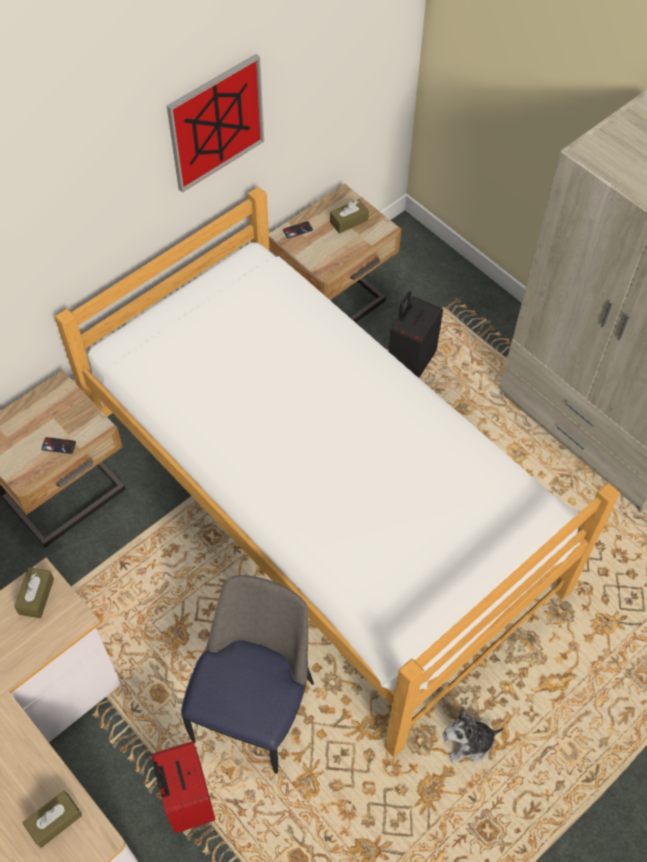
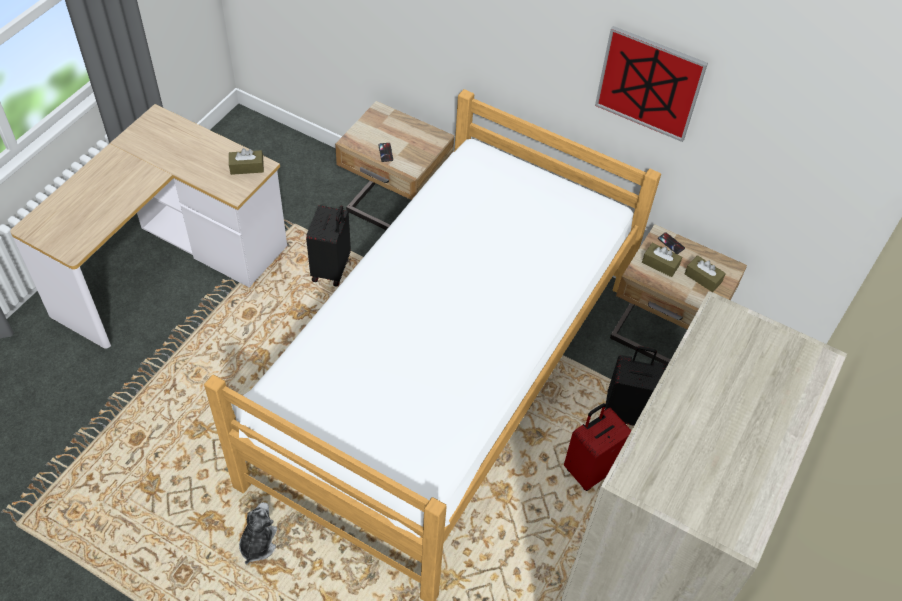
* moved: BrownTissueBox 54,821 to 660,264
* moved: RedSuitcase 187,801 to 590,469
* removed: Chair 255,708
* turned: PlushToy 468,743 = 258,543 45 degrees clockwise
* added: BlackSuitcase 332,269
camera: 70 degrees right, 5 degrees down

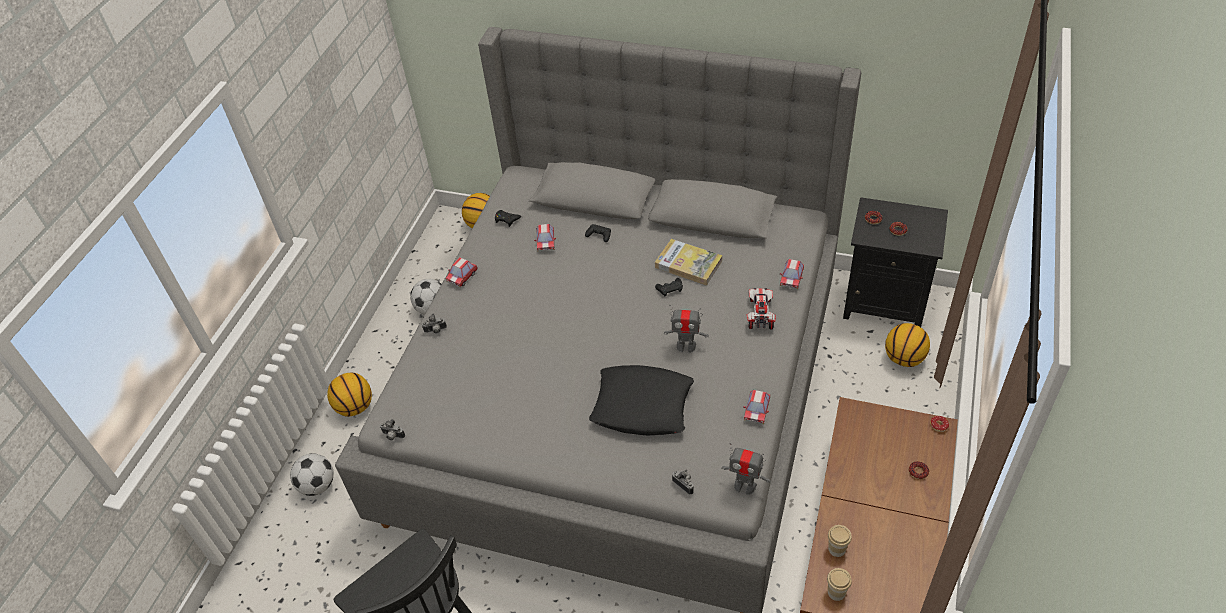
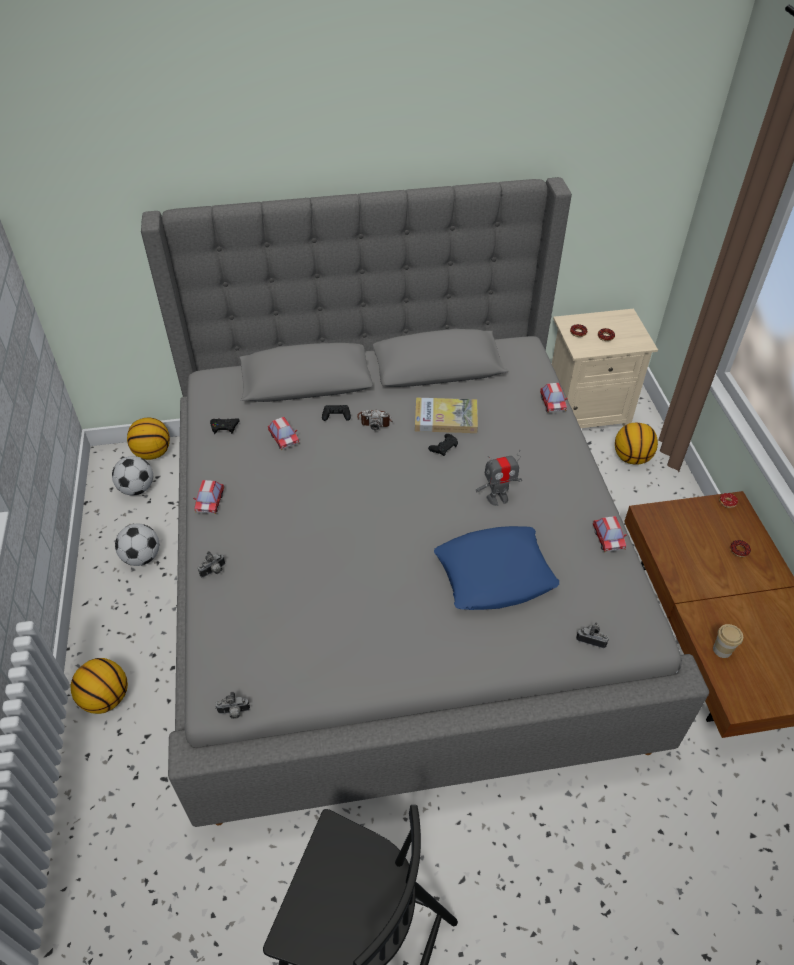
* moved: Football 317,485 to 137,488
* recoloured: BlackPillow 642,406 to BluePillow 495,574
* removed: ToyRobot 745,485
* removed: ToyCar 760,314
* removed: Cup 836,592
* recoloured: BlackNightstand 884,303 to BeigeNightstand 585,414
* added: PhotoCamera 375,420
camera: 30 degrees left, 0 degrees up

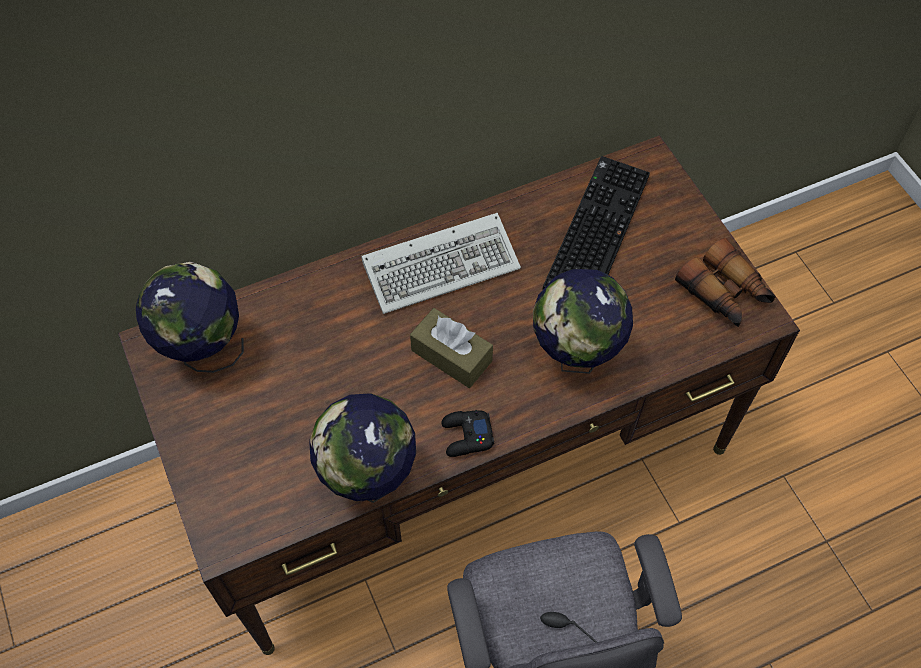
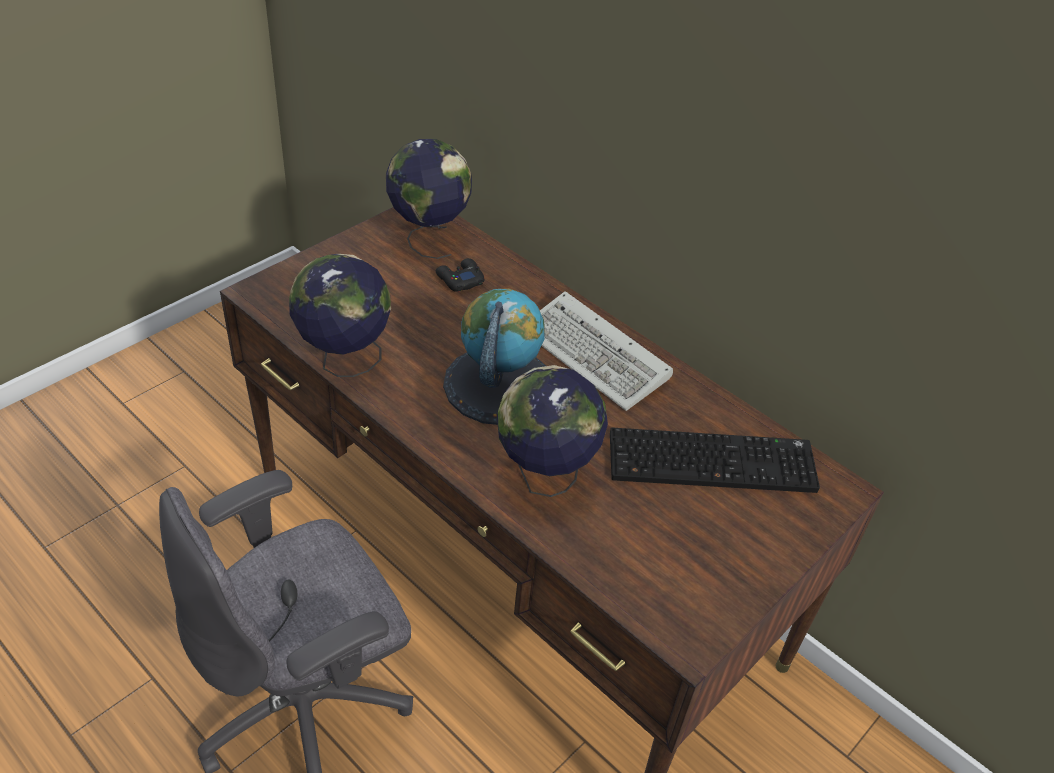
* replaced: BrownTissueBox 451,355 to Globe 498,384
* moved: BlackGameController 466,436 to 459,279
* removed: Binoculars 725,294
camera: 65 degrees right, 15 degrees down

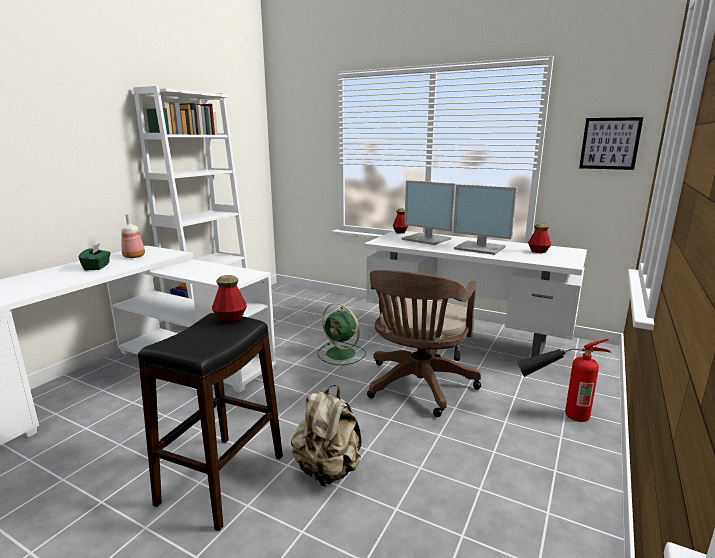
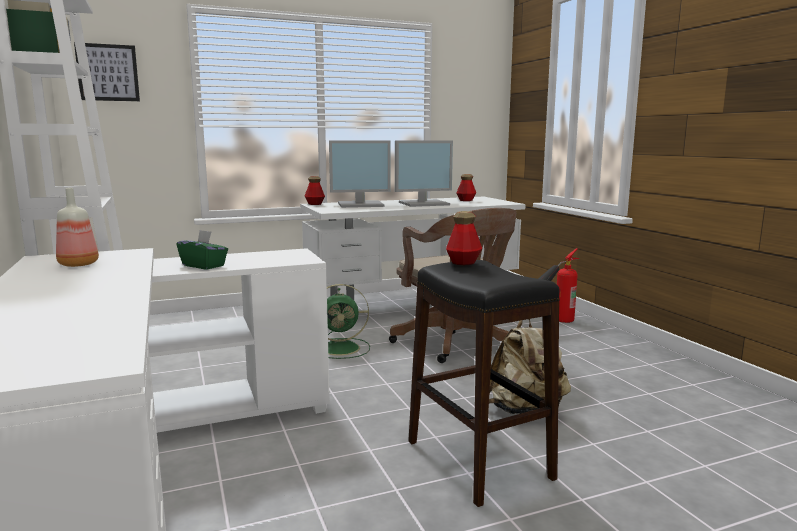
* moved: GreenTissueBox 97,267 to 204,266
* moved: Picture 610,143 to 108,72
camera: 50 degrees left, 5 degrees down

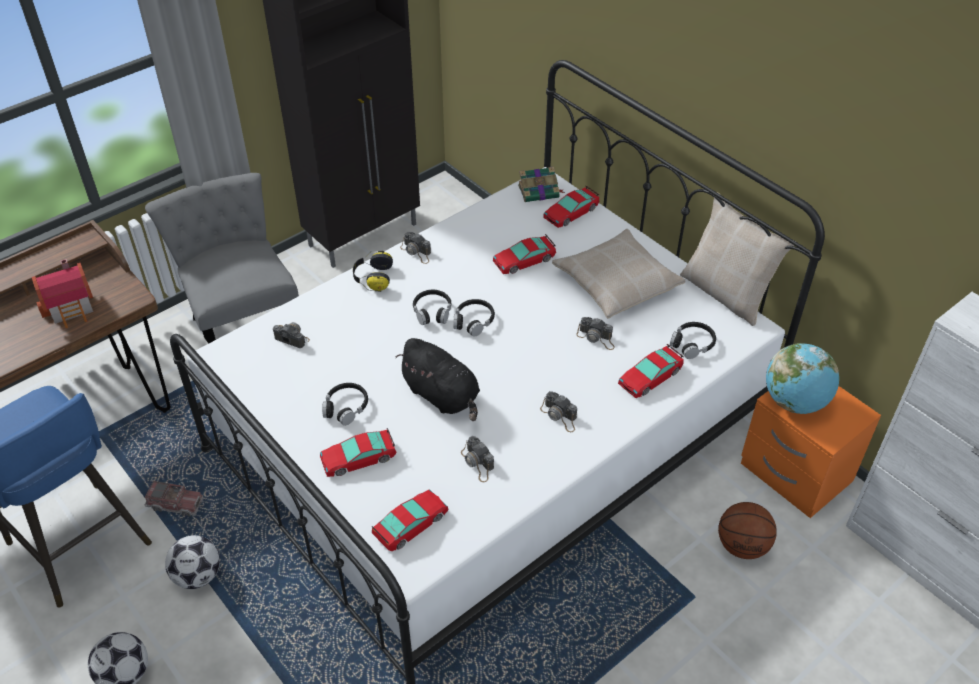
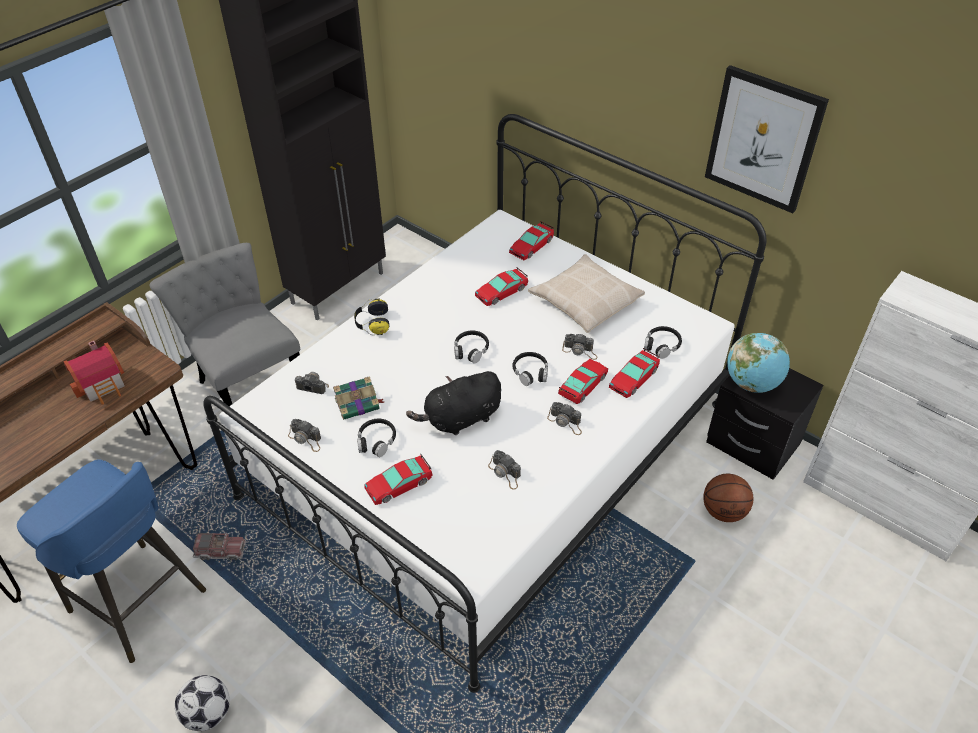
* removed: Football 198,576
* moved: ToyCar 411,525 to 583,385
* turned: BlackPlushToy 443,396 = 460,419 120 degrees clockwise
* moved: PhotoCamera 416,252 to 306,439
* moved: BlackHeadphones 432,312 to 530,372
* moved: Book 539,191 to 358,404
* removed: BeigePillow 726,293
* recoloured: OrangeNightstand 794,474 to BlackNightstand 751,444
* added: Picture 763,139
camera: 10 degrees left, 0 degrees up

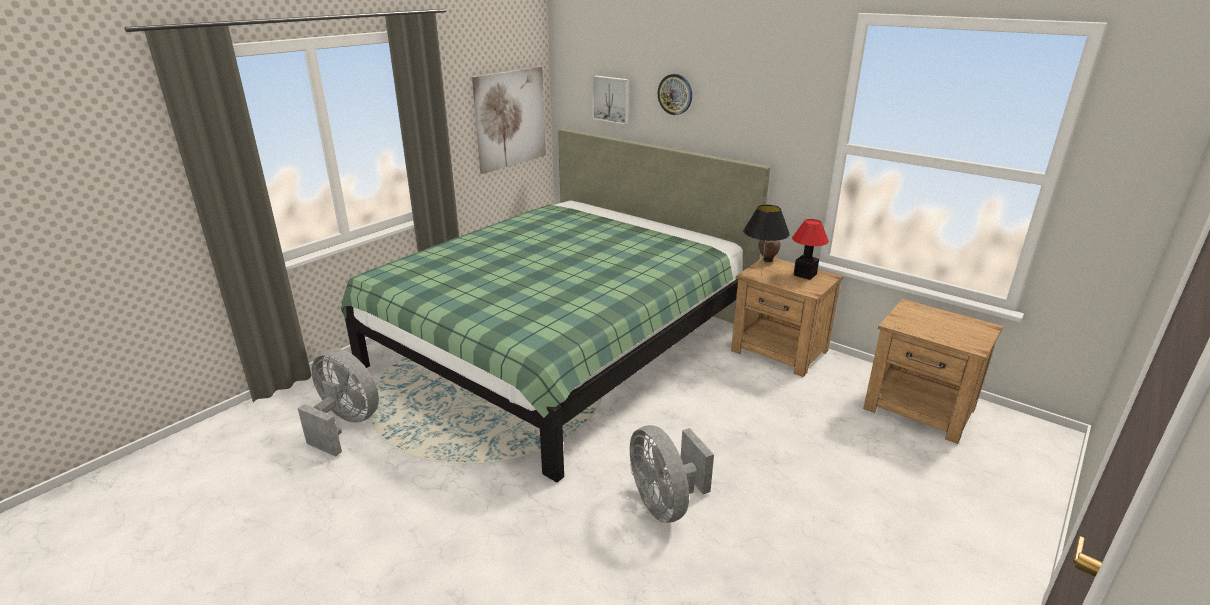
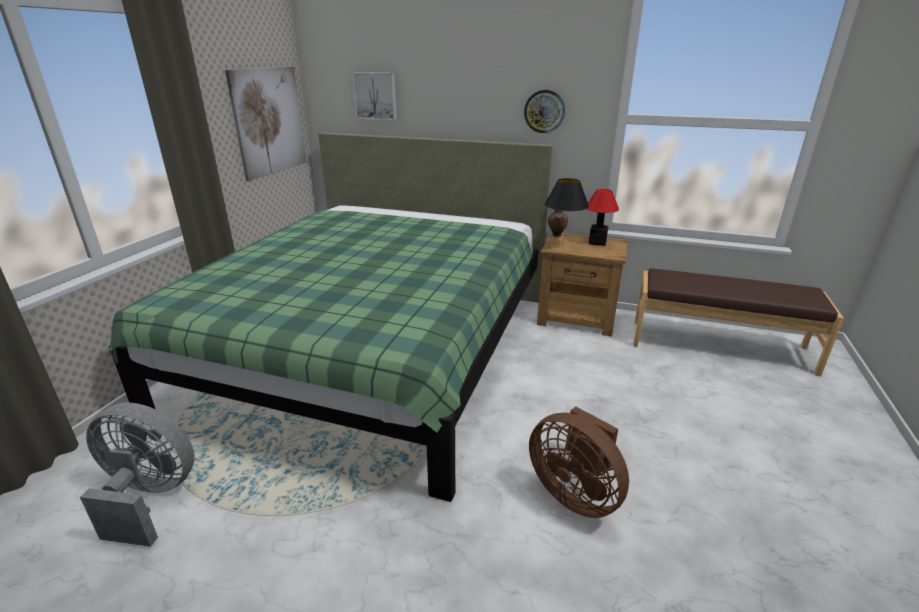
* recoloured: GreyFan 665,503 to BrownFan 575,493
* moved: WallClock 675,94 to 544,111
* replaced: BrownNightstand 920,410 to BrownBench 719,346
camera: 20 degrees left, 0 degrees up

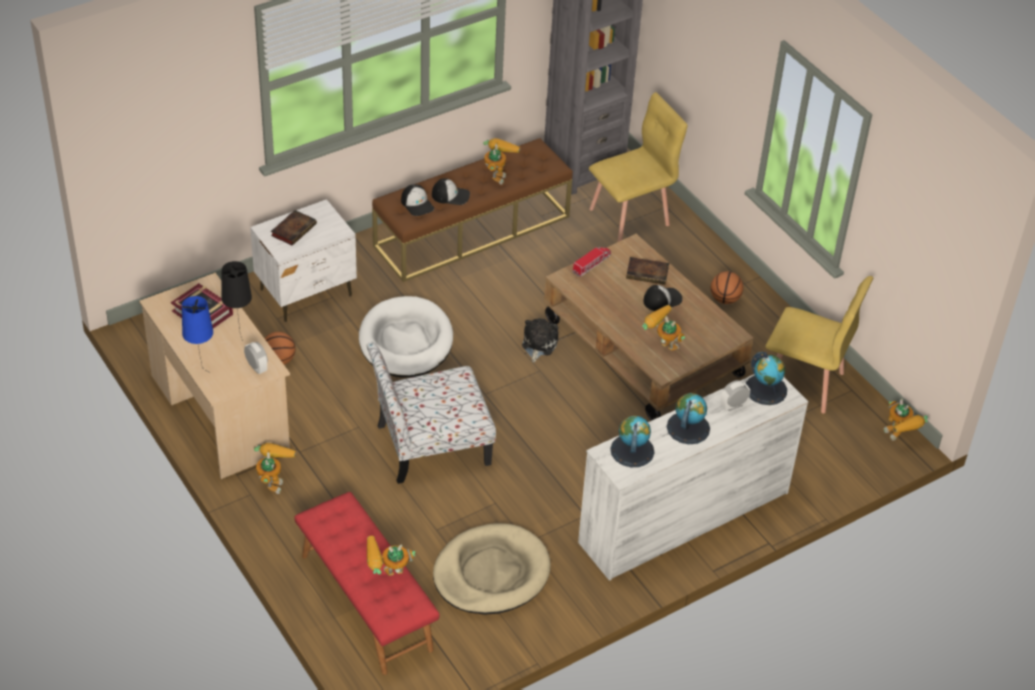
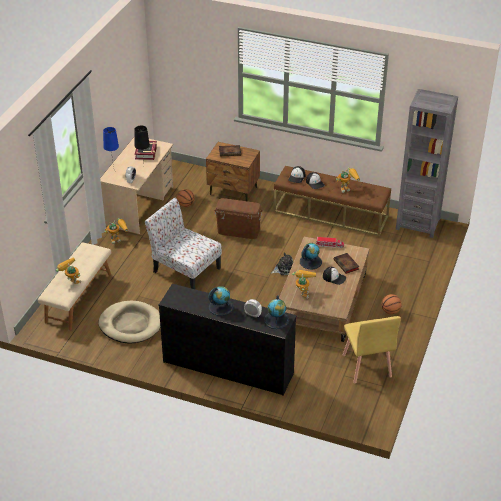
* recoloured: WhiteNightstand 307,293 to BrownNightstand 233,191
* recoloured: RedBench 365,602 to BeigeBench 78,297
* replaced: WhiteDogBed 406,341 to BrownStorageBox 238,231
* recoloured: WhiteDresser 683,517 to BlackDresser 228,367
* removed: YellowChair 630,217
* moved: Globe 632,450 to 310,262
* removed: ToyRobot 899,437
camera: 55 degrees right, 5 degrees down

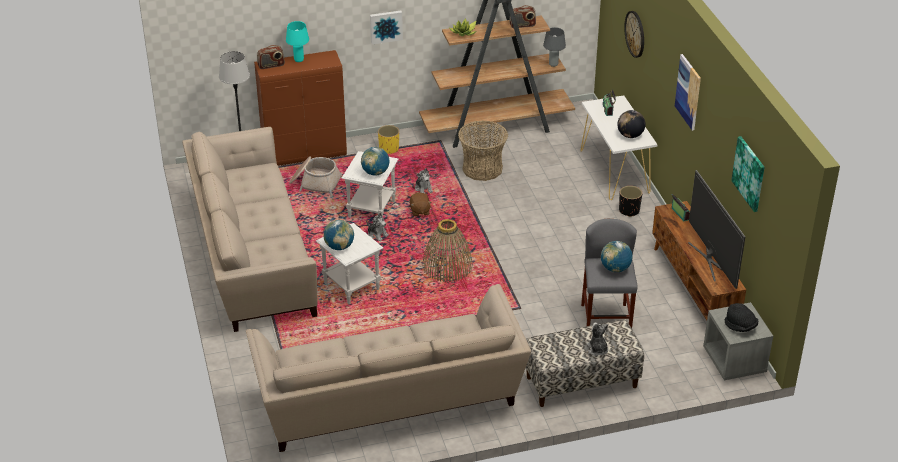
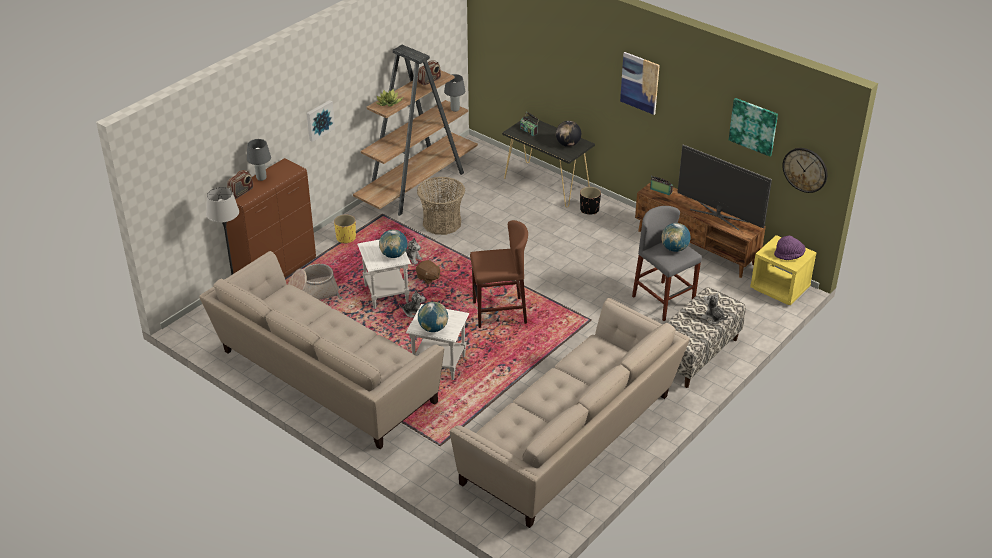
* recoloured: TurquoiseTableLamp 299,60 to GreyTableLamp 261,178
* replaced: Basket 447,266 to BrownStool 499,313
* recoloured: WhiteConsoleTable 614,172 to BlackConsoleTable 547,184
* moved: WallClock 635,34 to 805,169
* recoloured: GreyNightstand 734,361 to YellowNightstand 780,289
* recoloured: BlackHat 740,326 to PurpleHat 789,255
camera: 35 degrees left, 0 degrees up

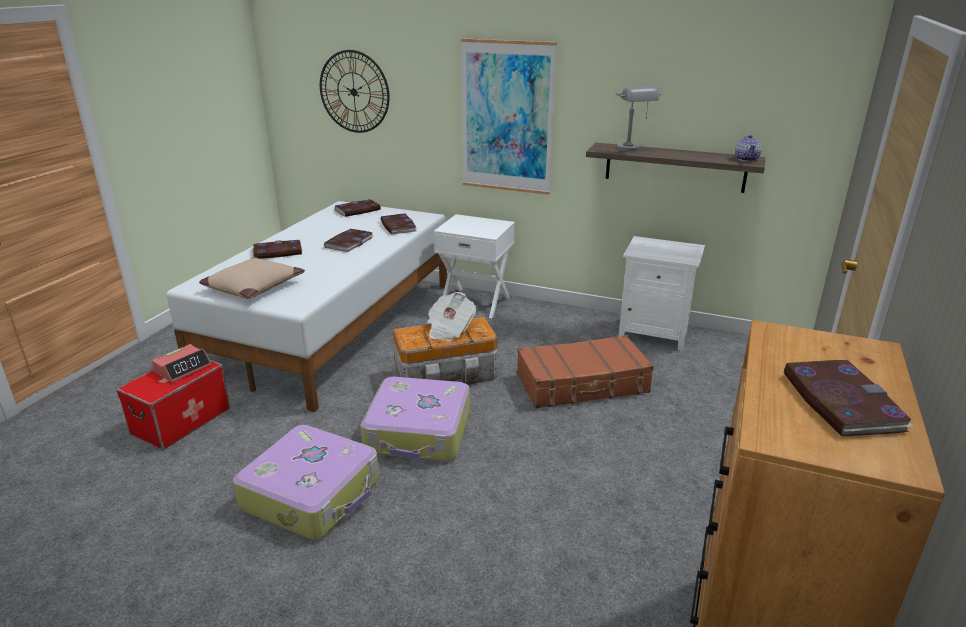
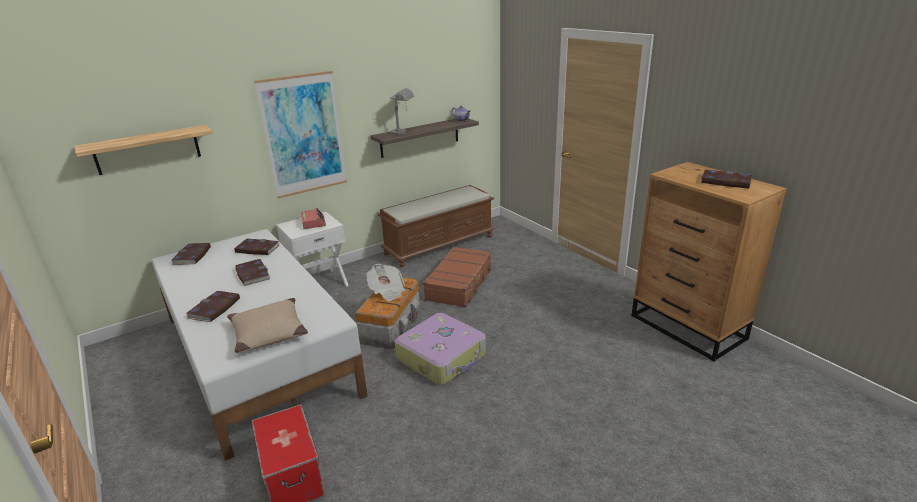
* moved: AlarmClock 183,369 to 313,223
* removed: Suitcase 313,493
* replaced: WallClock 354,92 to Shelf 147,150
* replaced: WhiteNightstand 654,333 to BrownBench 439,244
camera: 55 degrees left, 0 degrees up

